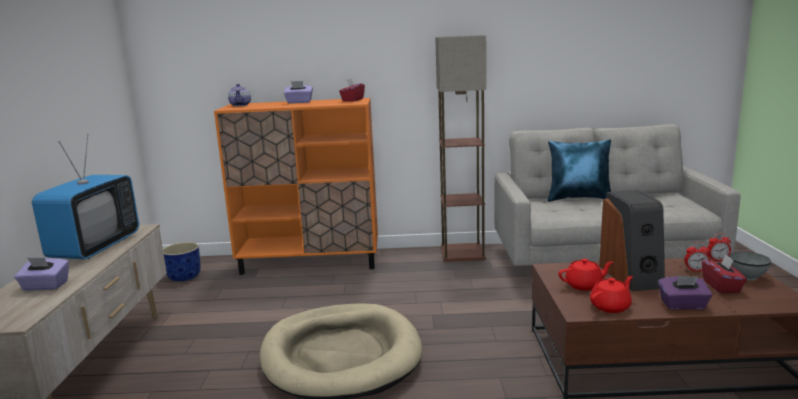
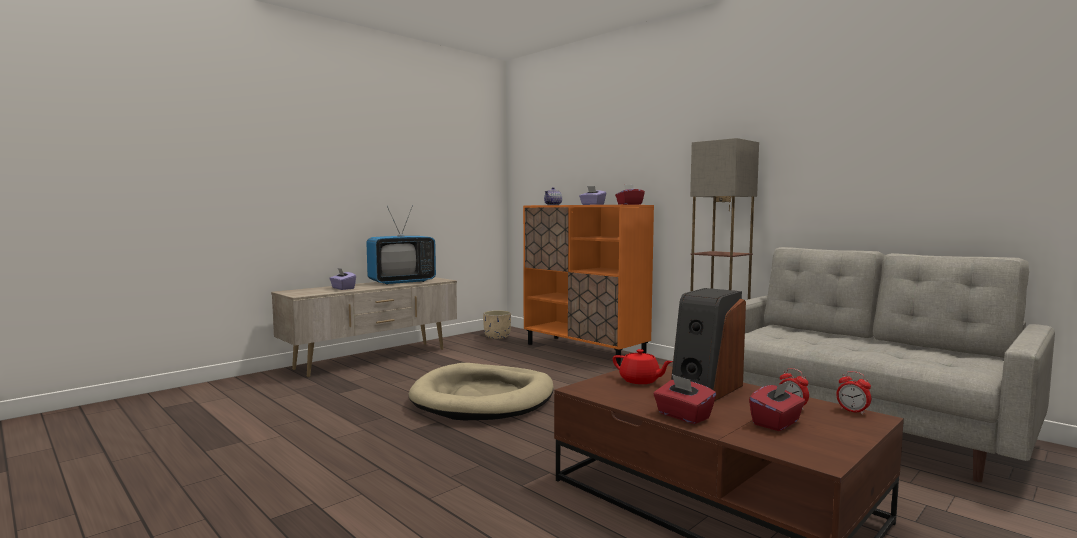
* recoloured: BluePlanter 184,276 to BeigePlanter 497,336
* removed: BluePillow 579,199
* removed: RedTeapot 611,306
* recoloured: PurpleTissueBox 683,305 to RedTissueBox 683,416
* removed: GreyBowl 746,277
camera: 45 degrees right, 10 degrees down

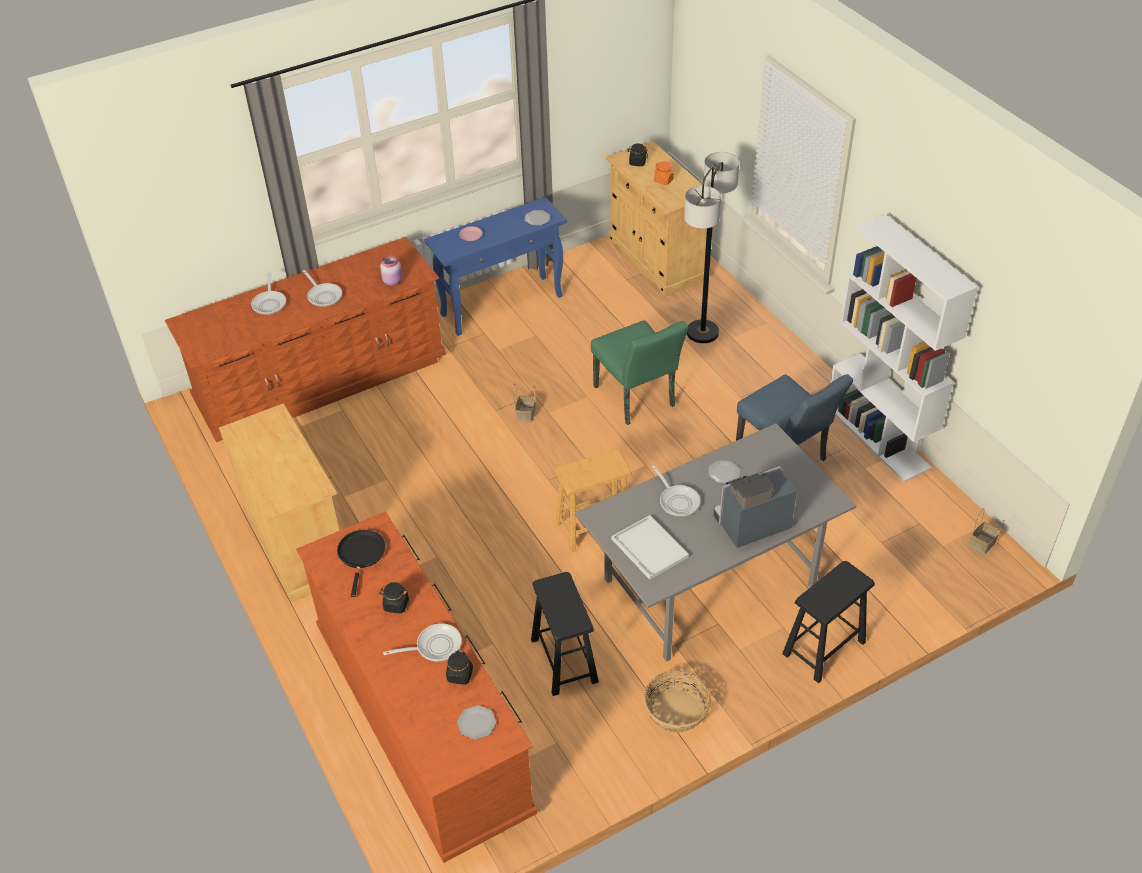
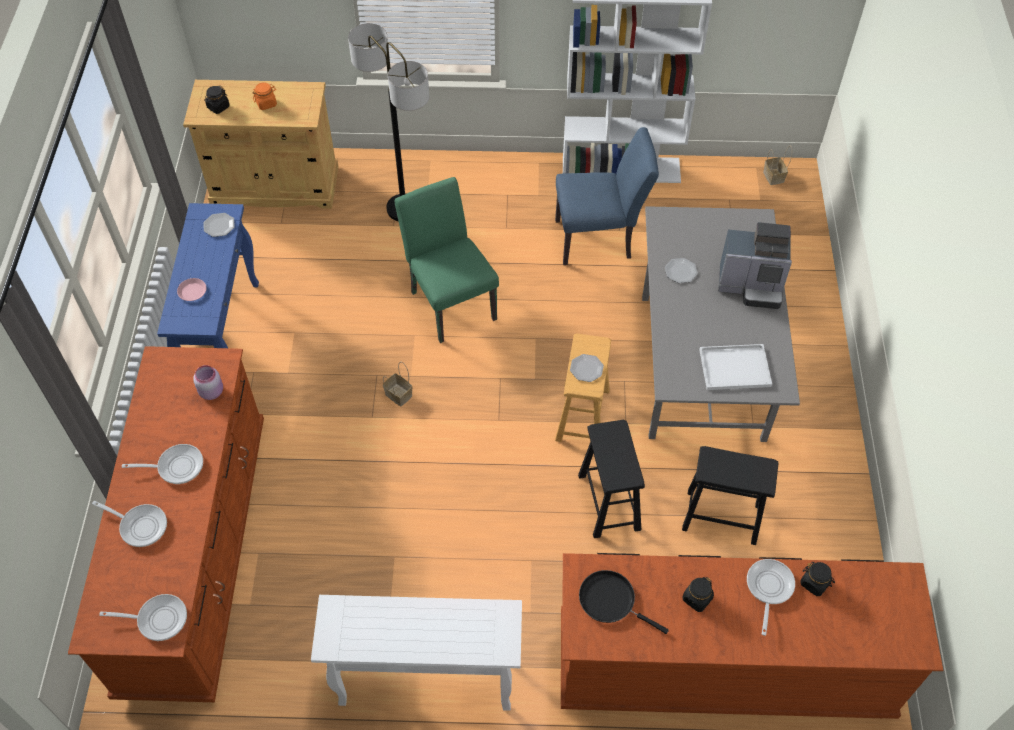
* replaced: BeigeCabinet 297,543 to WhiteConsoleTable 424,682
* moved: Plate 477,723 to 587,369
* turned: GreenChair 637,400 = 450,300 120 degrees counterclockwise
* removed: Basket 676,712
* moved: FryingPan 677,501 to 158,619
* turned: CoffeeMachine 750,524 = 752,286 90 degrees counterclockwise
* moved: BlackStool 824,648 to 609,502
camera: 60 degrees left, 10 degrees up

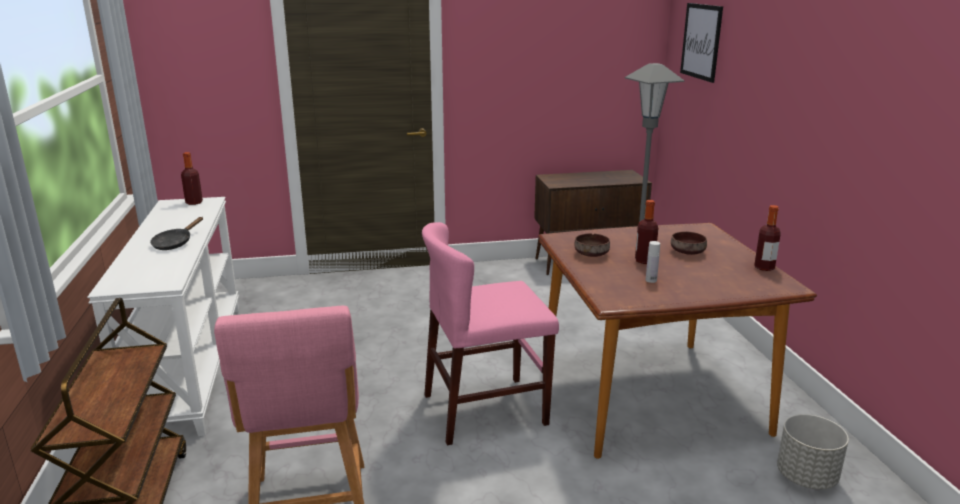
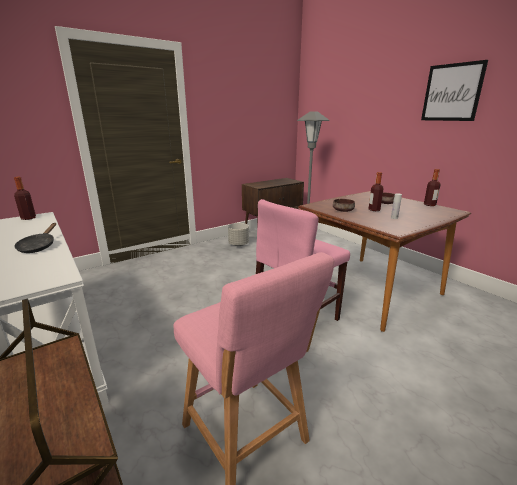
* moved: Picture 701,41 to 452,92
* moved: GreyPlanter 806,477 to 238,244
camera: 25 degrees left, 0 degrees up

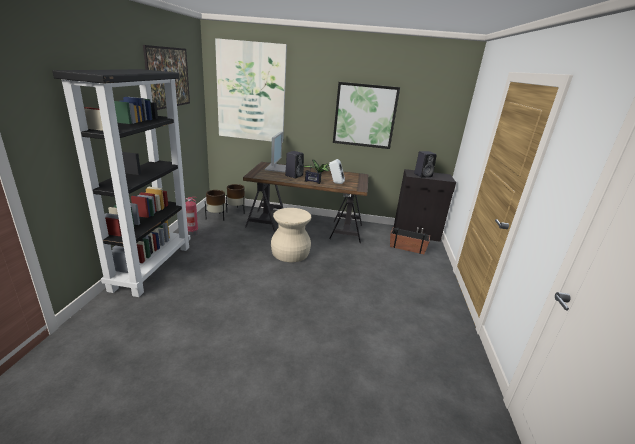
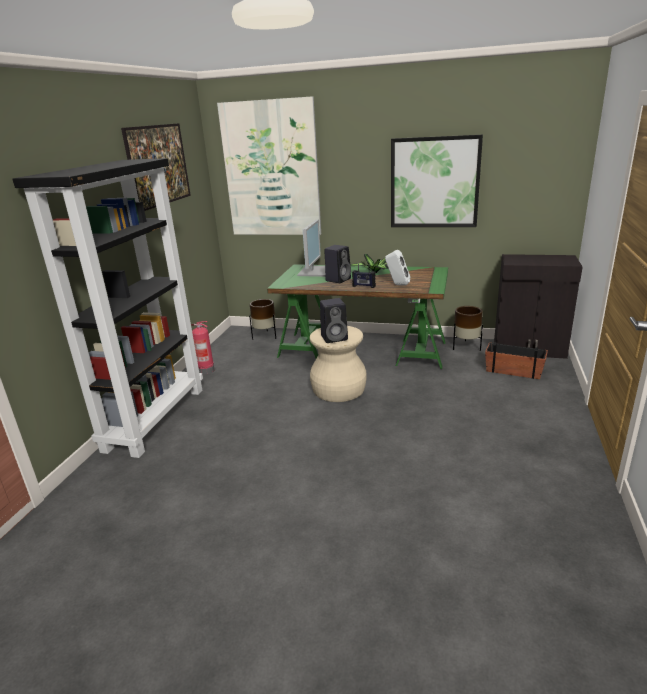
* moved: BrownPlanter 216,218 to 466,347
* recoloured: BrownDesk 306,225 to GreenDesk 362,349
* moved: BlackSpeaker 423,175 to 335,337
camera: 10 degrees right, 0 degrees up

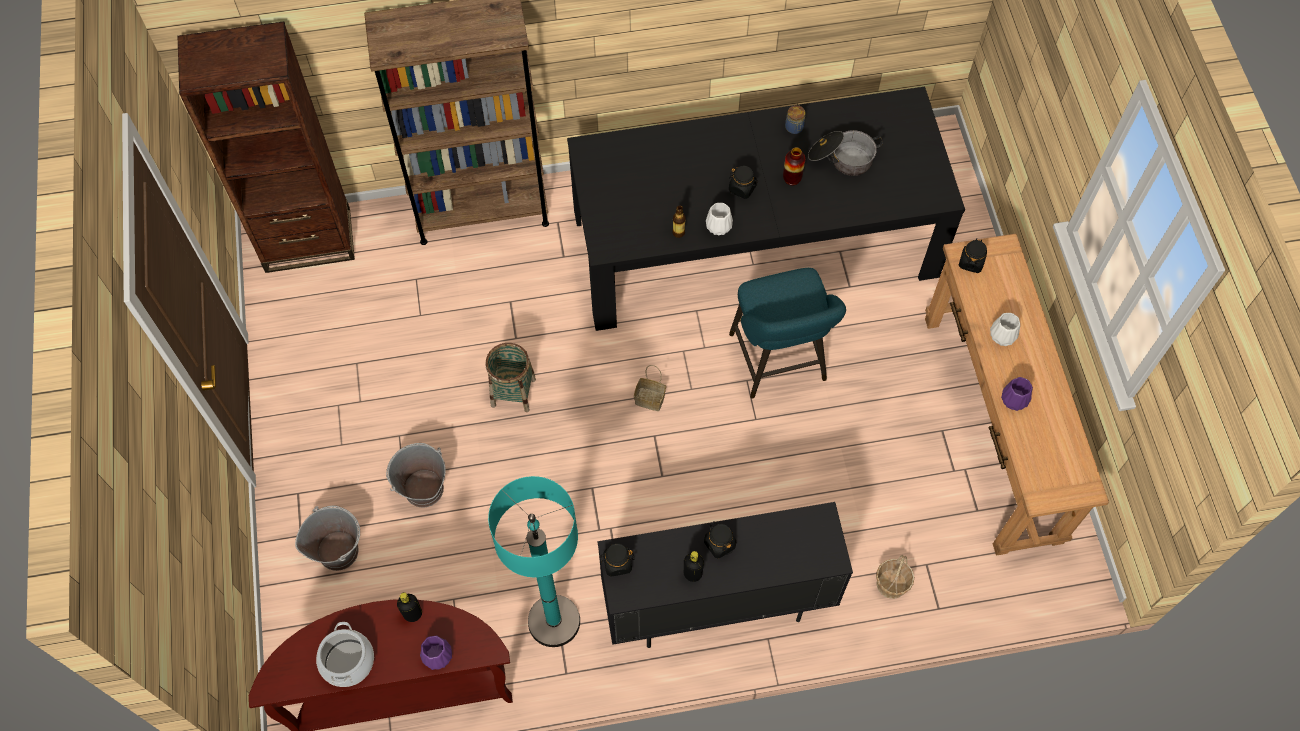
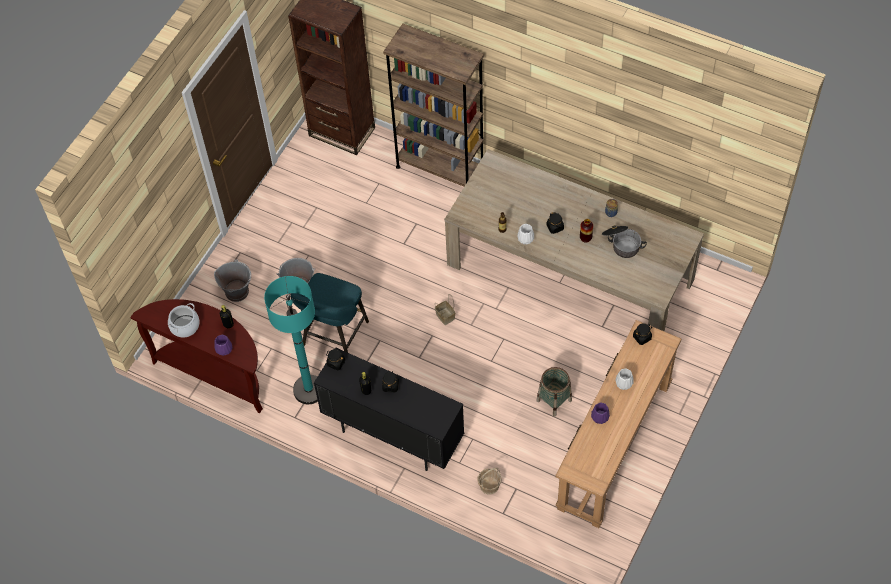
* moved: Basket 513,392 to 554,400
* recoloured: BlackDiningTable 754,243 to BeigeDiningTable 570,272
* moved: TurquoiseStool 779,362 to 334,336
camera: 40 degrees right, 5 degrees down

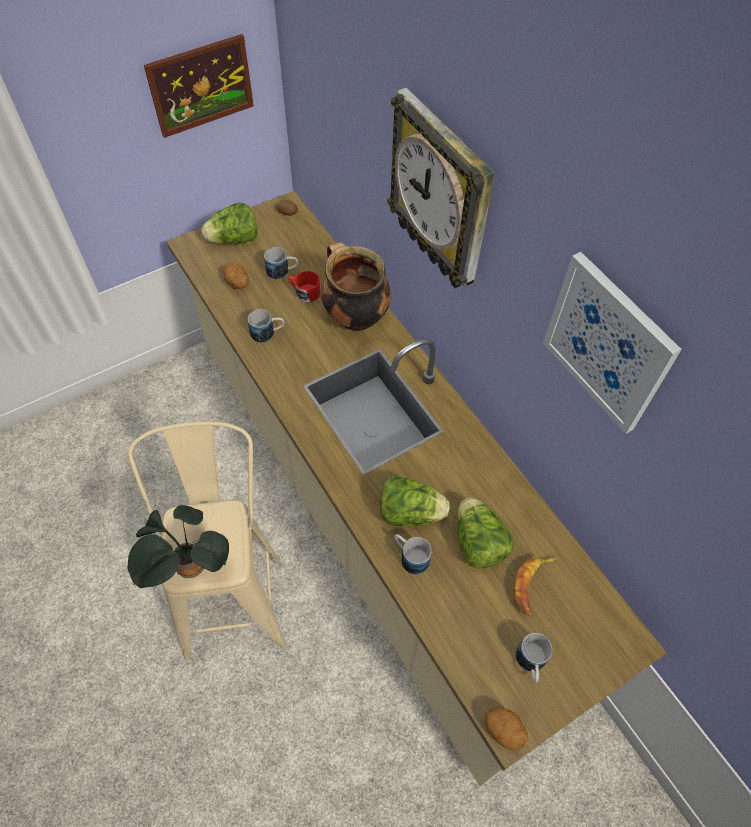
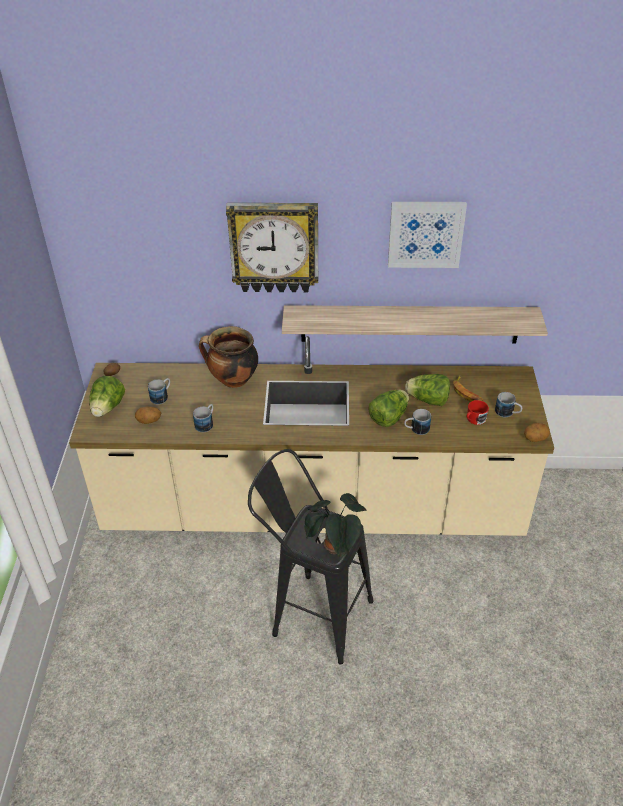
* recoloured: BeigeStool 234,592 to BlackStool 313,613
* removed: Picture 201,85
* moved: RedMug 304,292 to 474,419
* added: Shelf 409,324
camera: 55 degrees left, 15 degrees down

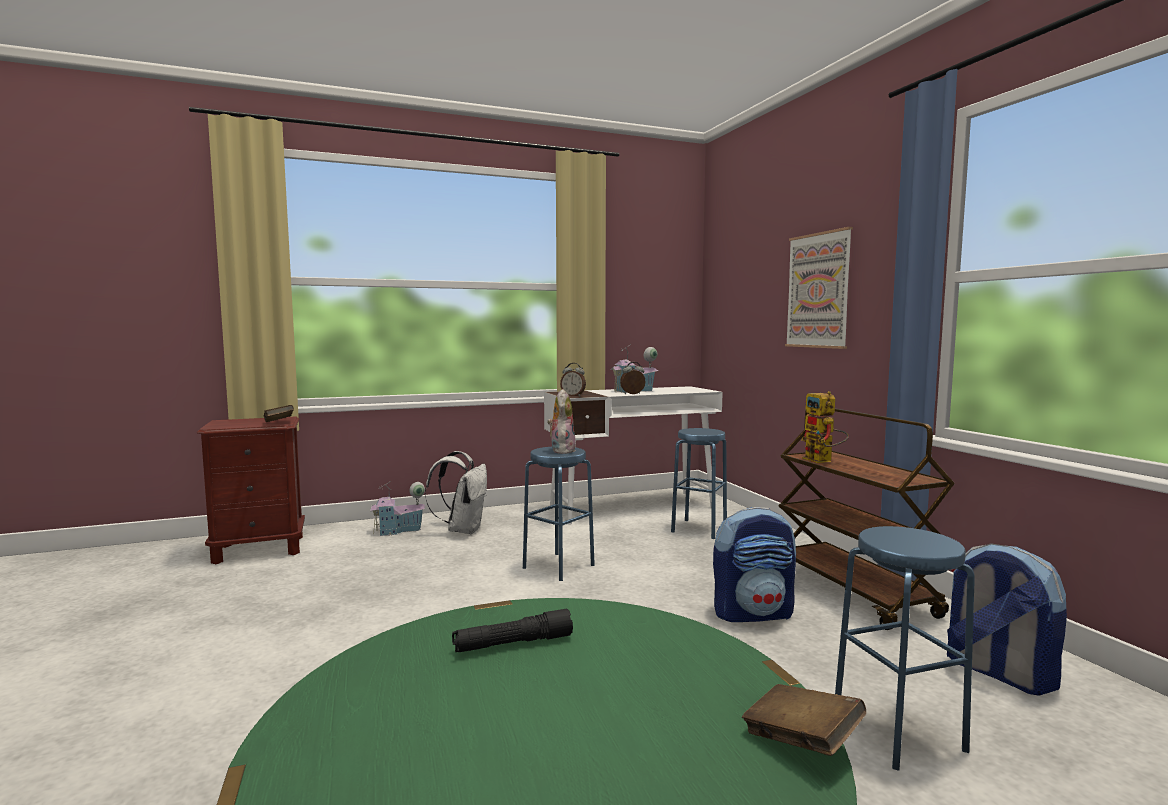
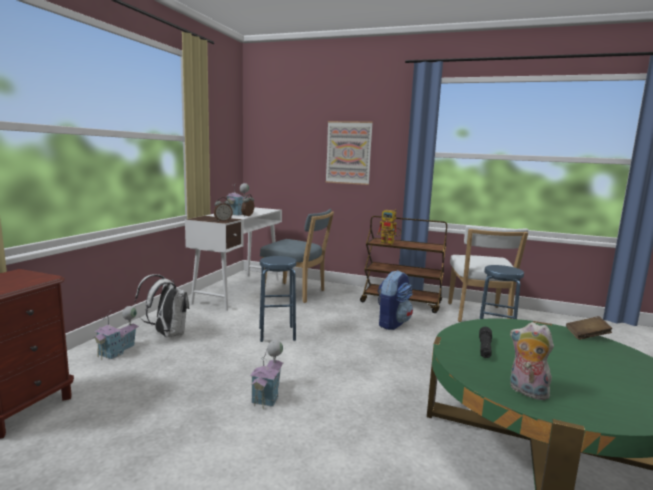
* removed: BrownBook 279,423
* moved: PlushToy 561,450 to 526,391
* replaced: BlueStool 699,529 to BlueChair 296,293
* replaced: Backpack 997,672 to WhiteChair 478,315
* added: ToyHouse 268,395
camera: 50 degrees left, 5 degrees up

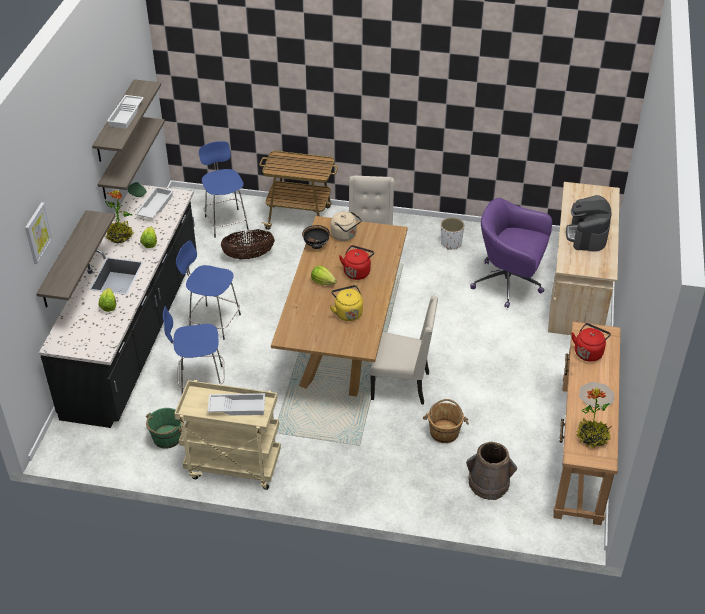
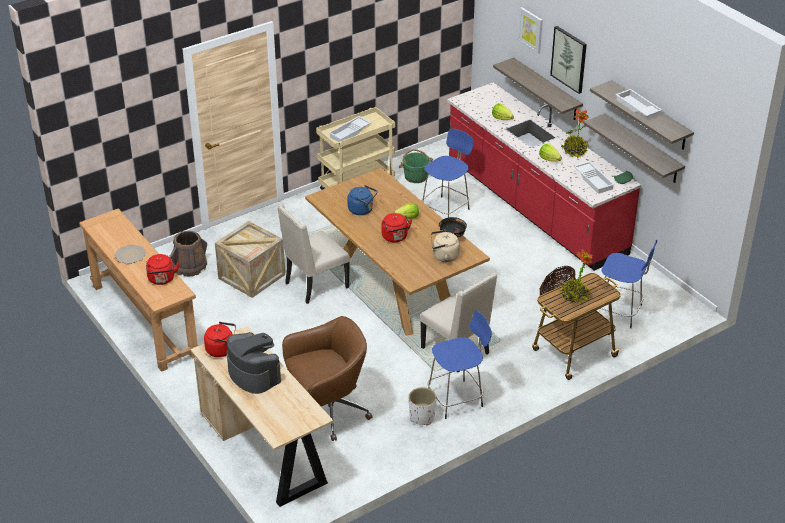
* recoloured: BlackCounter 135,333 to RedCounter 534,208
* moved: BlueStool 213,321 to 457,398
* recoloured: YellowKettle 347,312 to BlueKettle 362,210
* replaced: BrownBucket 444,432 to Crate 251,276
* recoloured: PurpleOfficeChair 509,283 to BrownOfficeChair 327,412
* moved: PottedPlant 592,437 to 574,296
* added: RedKettle 222,349
* added: Picture 569,59
camera: 135 degrees right, 5 degrees down

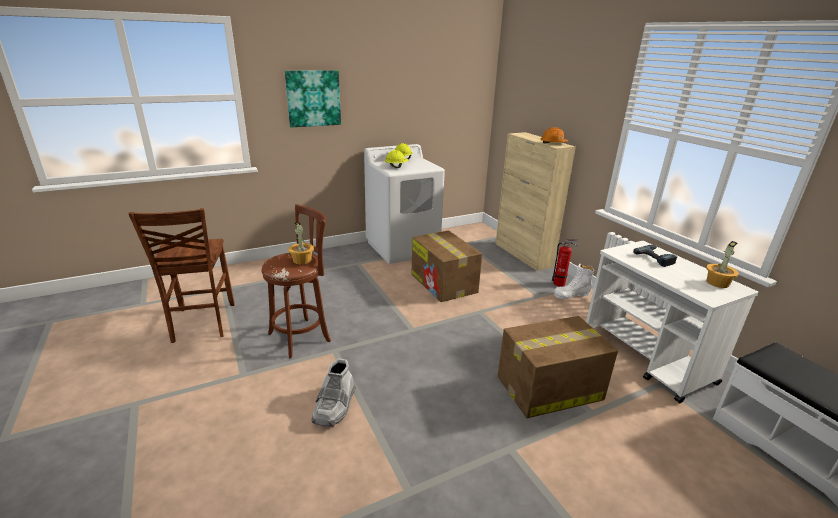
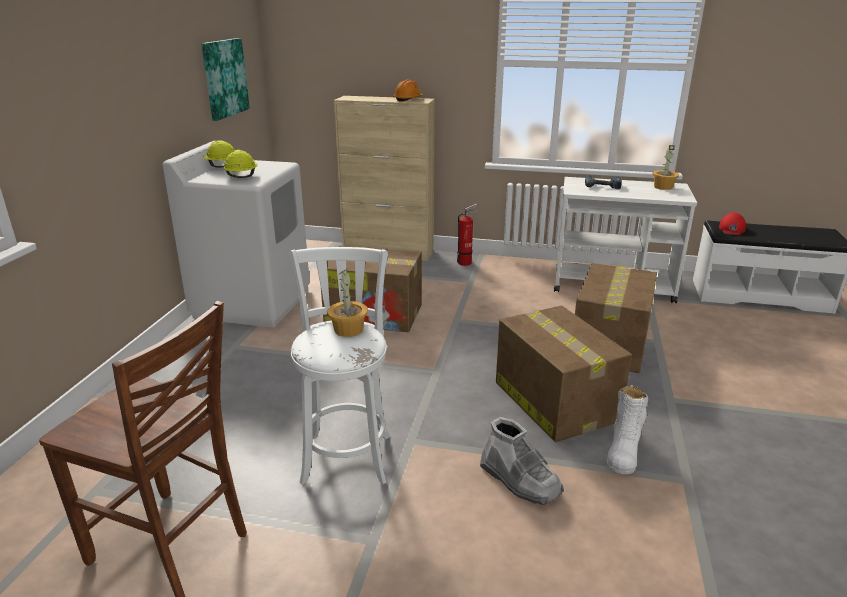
* recoloured: BrownStool 302,336 to WhiteStool 347,455
* moved: Picture 313,98 to 224,78
* moved: WhiteBoot 572,294 to 623,450
* added: CardboardBox 554,400
* added: RedCap 732,229
camera: 50 degrees left, 0 degrees up

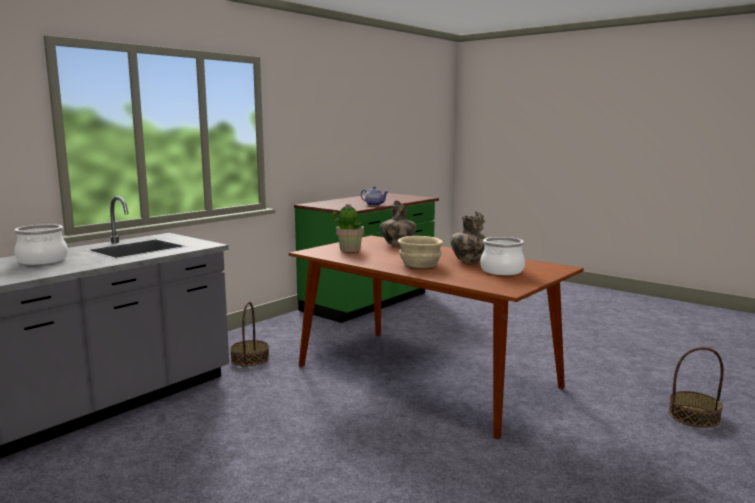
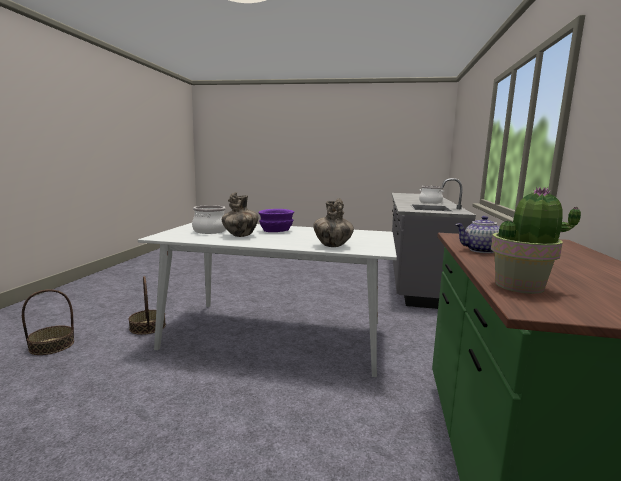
* moved: Basket 250,359 to 148,327
* recoloured: BrownDiningTable 424,376 to WhiteDiningTable 277,334
* moved: PottedPlant 349,249 to 520,286
* recoloured: BeigeBowl 420,264 to PurpleBowl 276,230
camera: 150 degrees right, 0 degrees up

